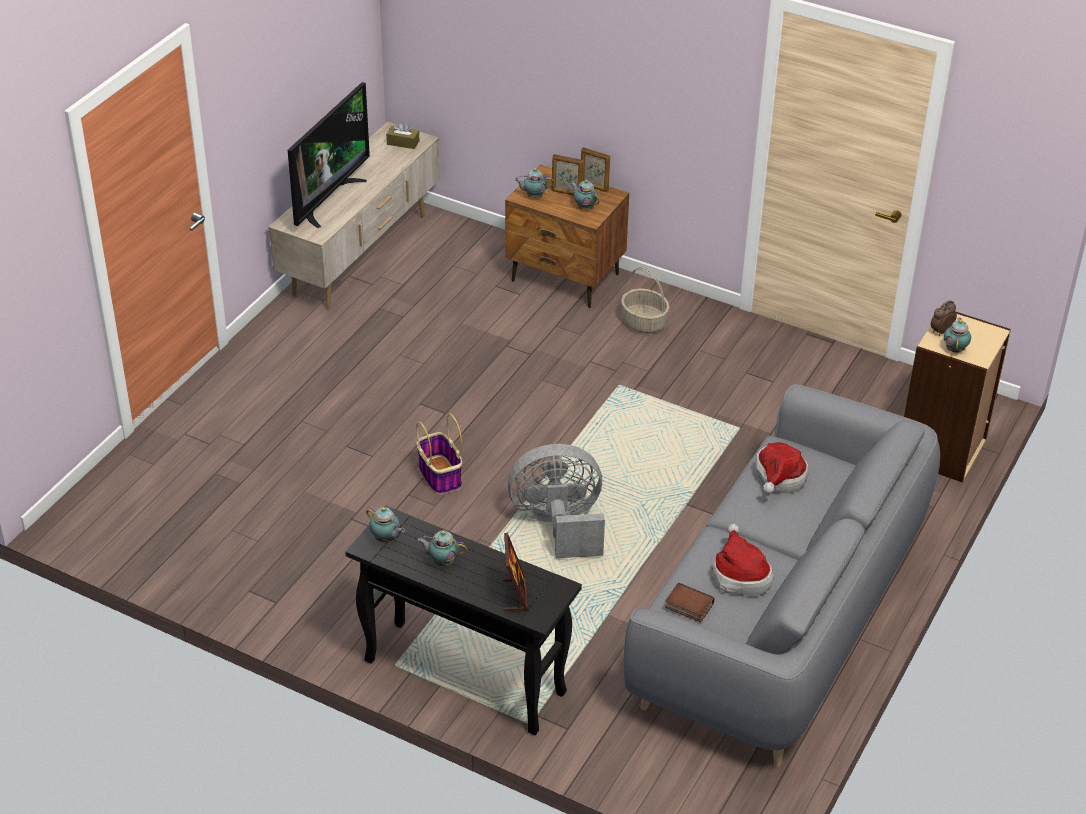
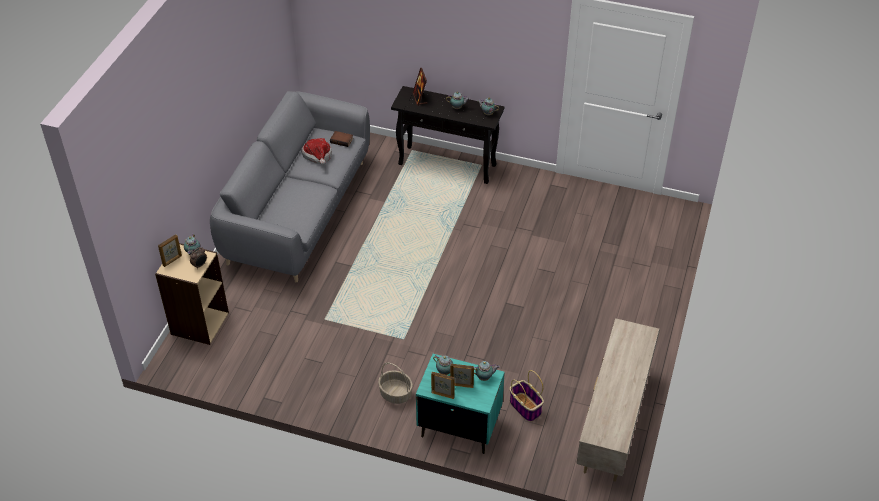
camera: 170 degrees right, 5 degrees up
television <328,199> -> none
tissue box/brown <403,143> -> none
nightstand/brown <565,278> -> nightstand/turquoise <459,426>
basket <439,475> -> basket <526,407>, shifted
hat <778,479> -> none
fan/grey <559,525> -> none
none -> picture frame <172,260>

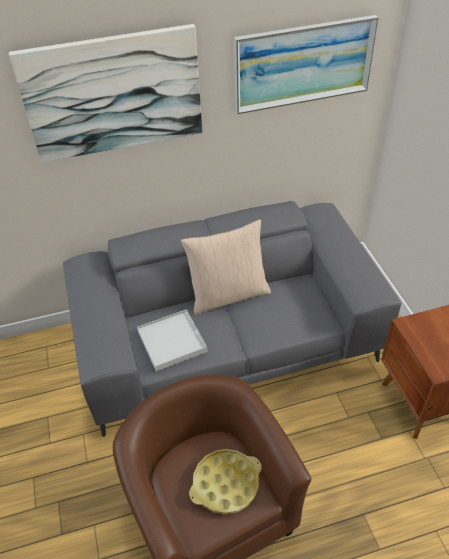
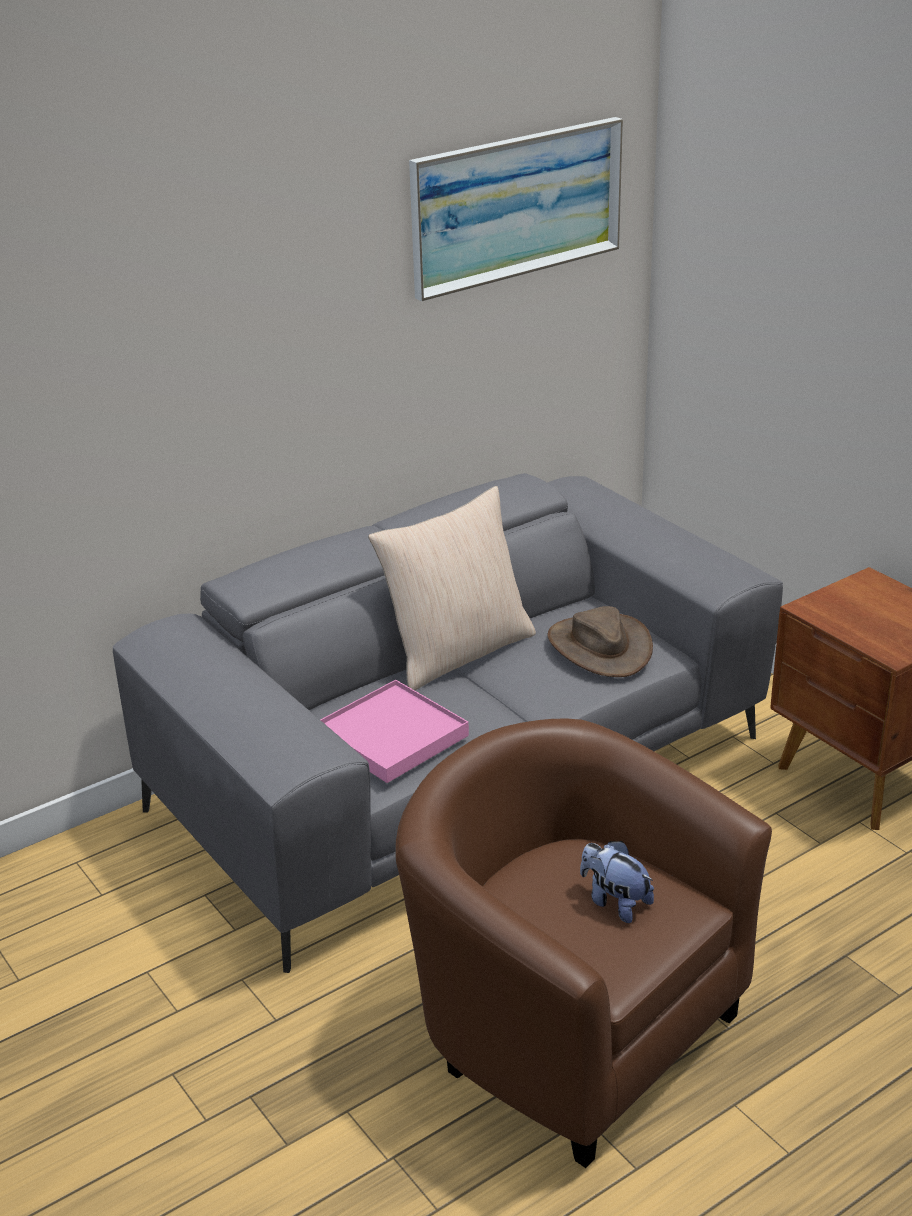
camera: 20 degrees left, 15 degrees down
picture <113,94> -> none
tray/white <172,342> -> tray/pink <391,736>
tray/yellow <226,484> -> plush toy <615,902>
none -> hat/brown <599,647>

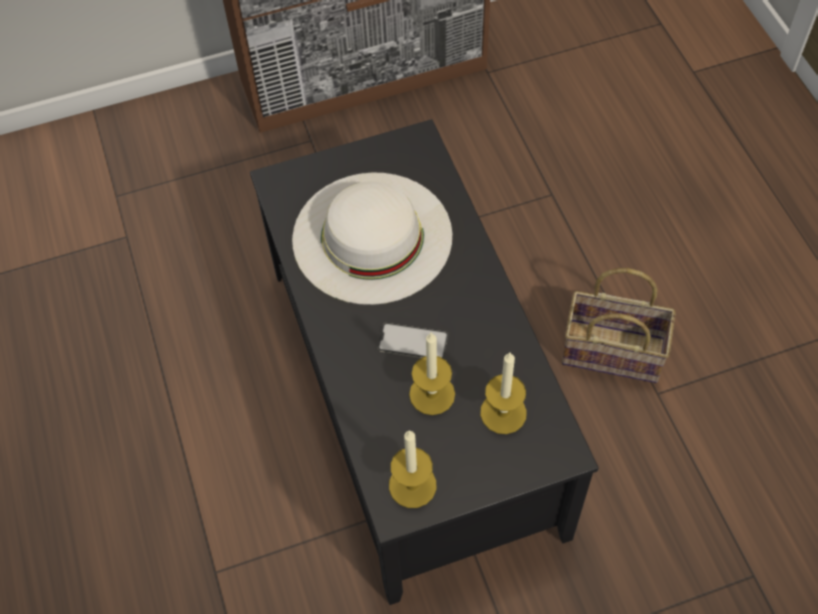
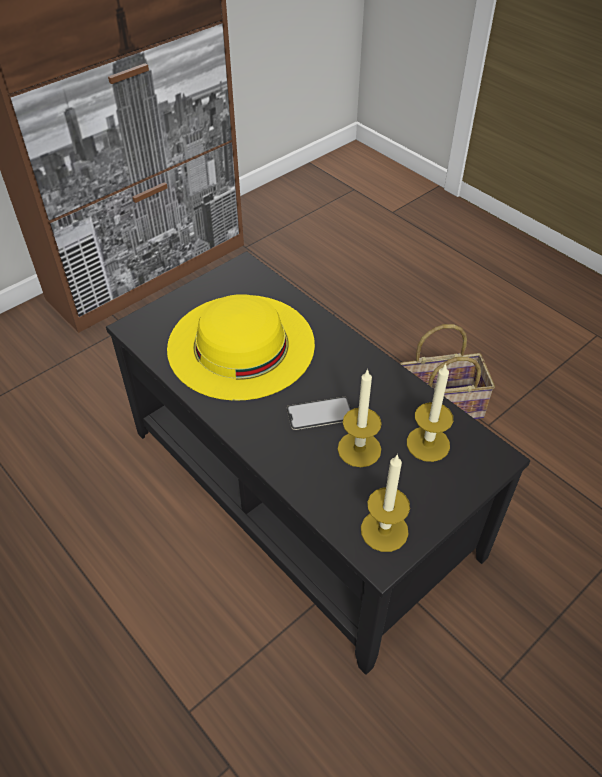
camera: 25 degrees left, 10 degrees down
hat/white <372,236> -> hat/yellow <241,345>

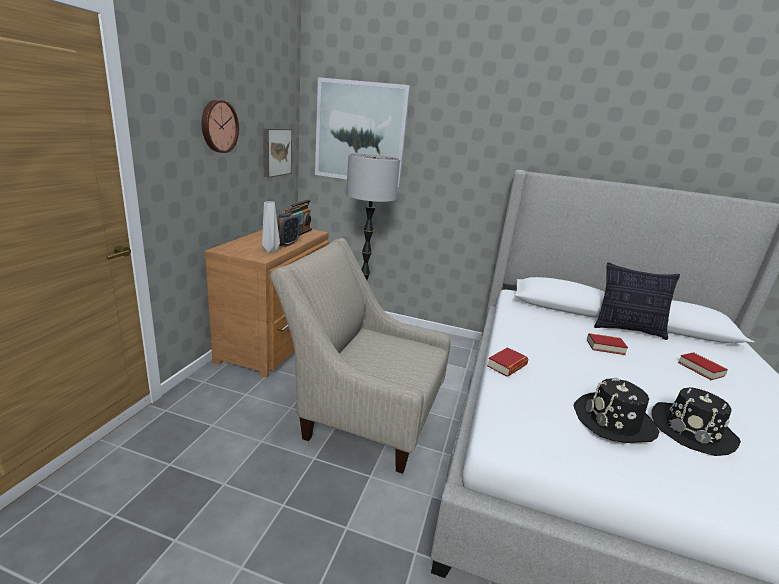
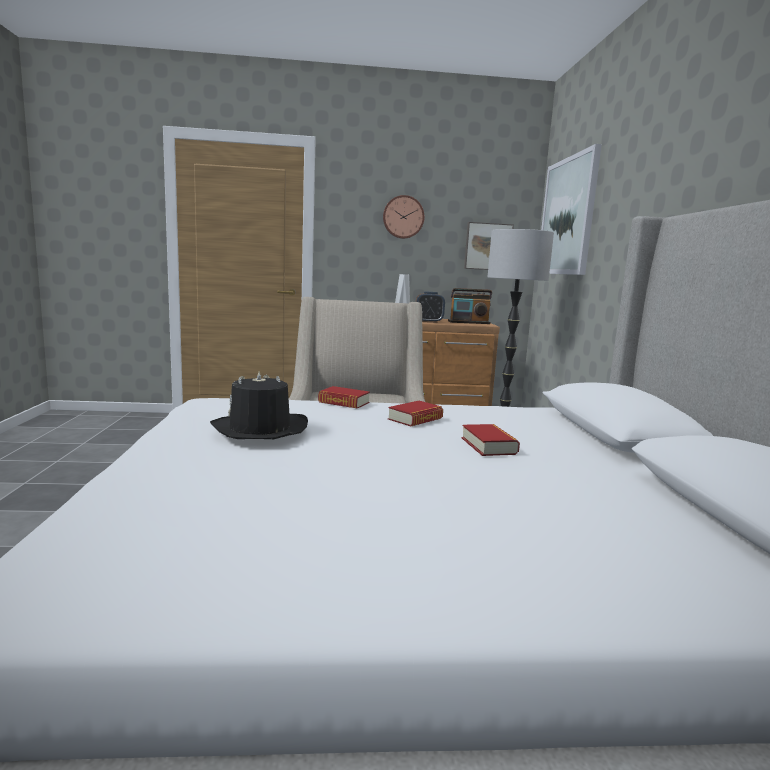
camera: 70 degrees right, 10 degrees down
pillow <627,329> -> none
book <700,369> -> book <415,419>, shifted
hat/black <692,430> -> none

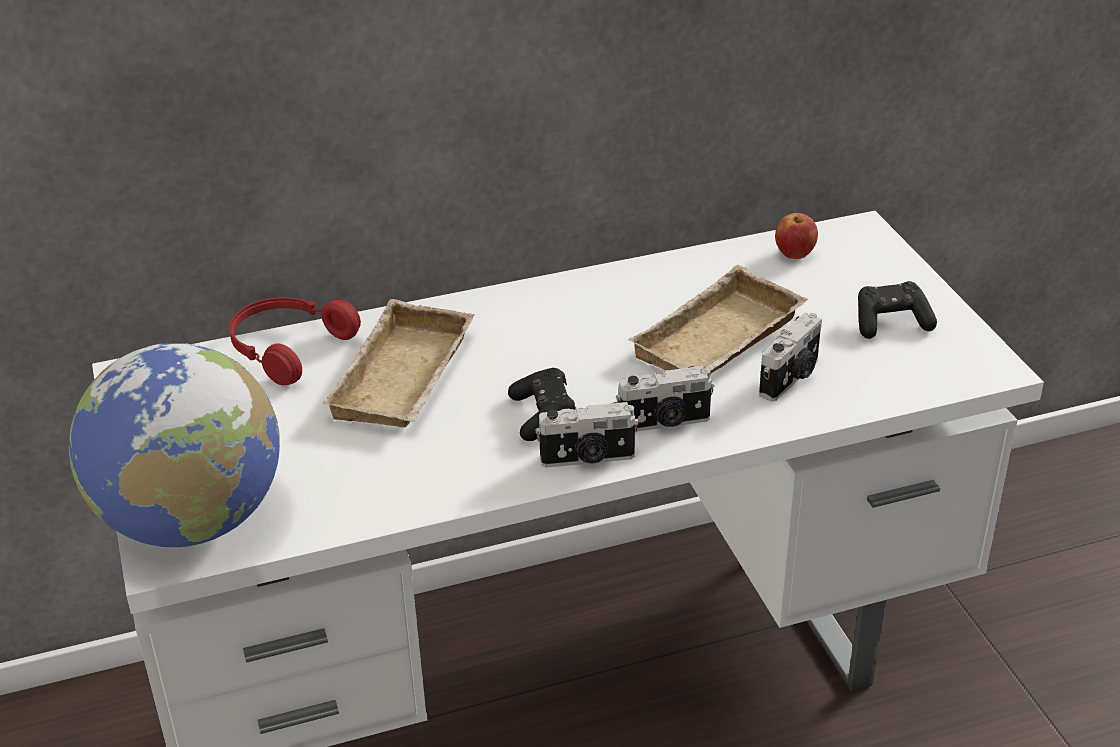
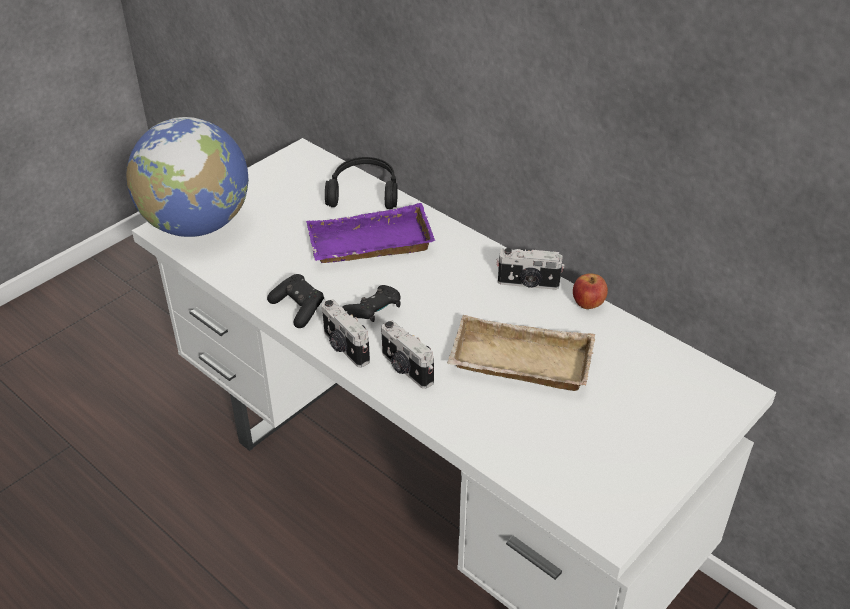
camera: 60 degrees right, 5 degrees up
apple <795,254> -> apple <588,304>, shifted
game controller/black <891,323> -> game controller/black <298,308>, shifted
headphones/red <287,348> -> headphones/black <364,192>
tray/beige <407,379> -> tray/purple <369,246>
photo camera <791,378> -> photo camera <528,284>, shifted

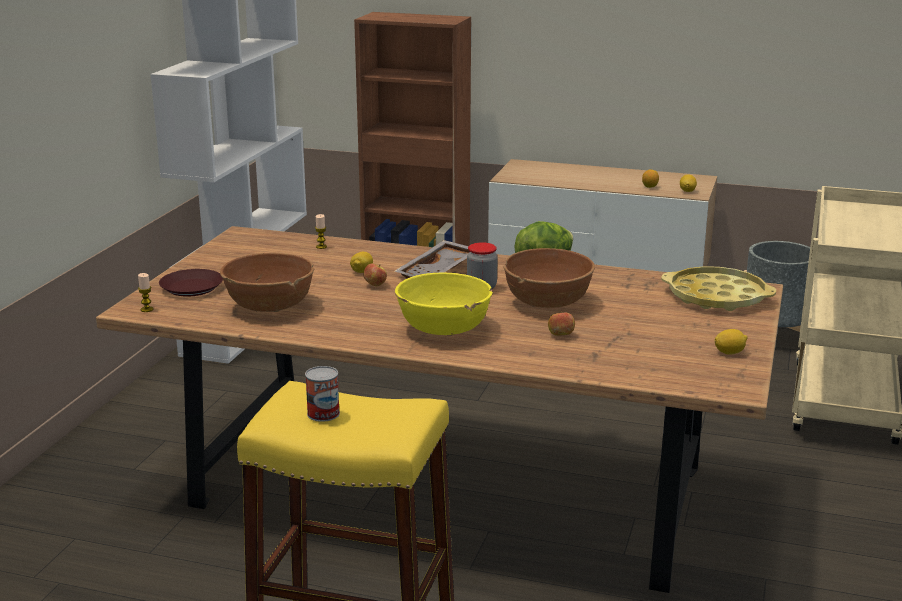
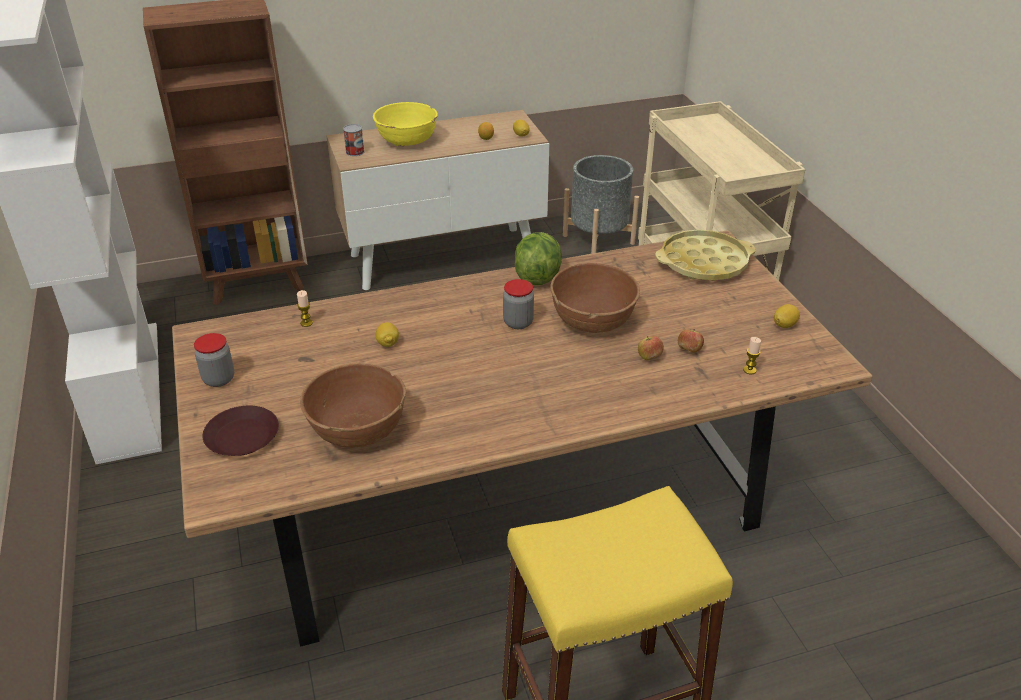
camera: 35 degrees left, 15 degrees up
tray/grey <438,272> -> none
apple <375,285> -> apple <689,350>, shifted
candle <147,309> -> candle <749,370>, shifted
bowl/yellow <444,329> -> bowl/yellow <407,141>, shifted
can <323,413> -> can <355,152>, shifted
none -> jar <219,379>

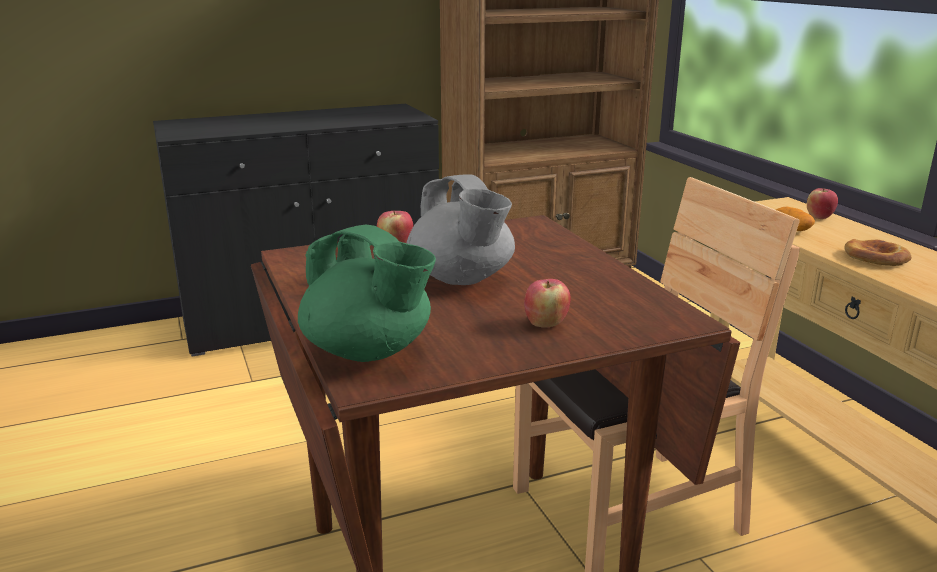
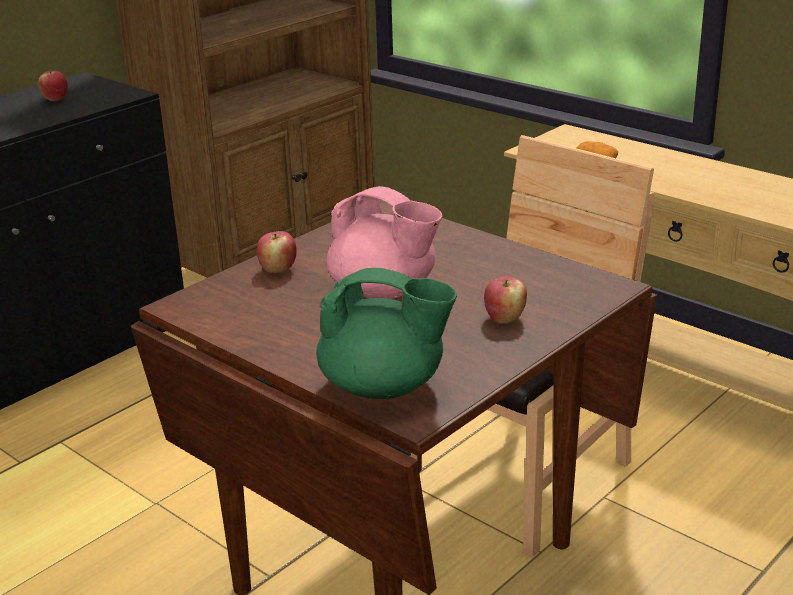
camera: 25 degrees left, 5 degrees up
teapot/grey <462,279> -> teapot/pink <384,291>
apple <819,217> -> apple <55,99>, shifted
bread <876,257> -> none

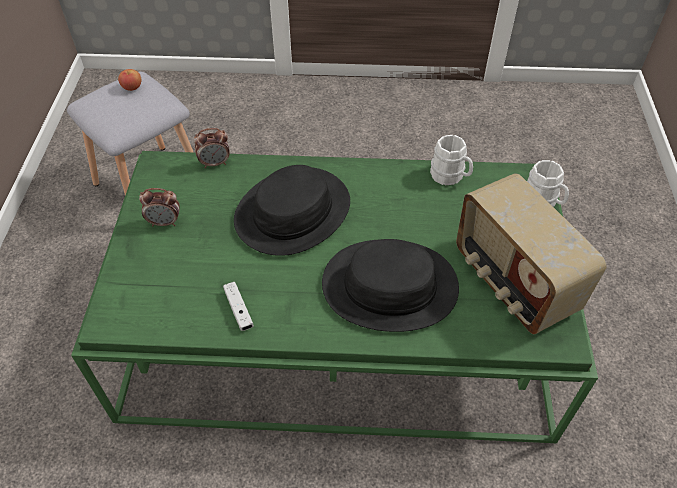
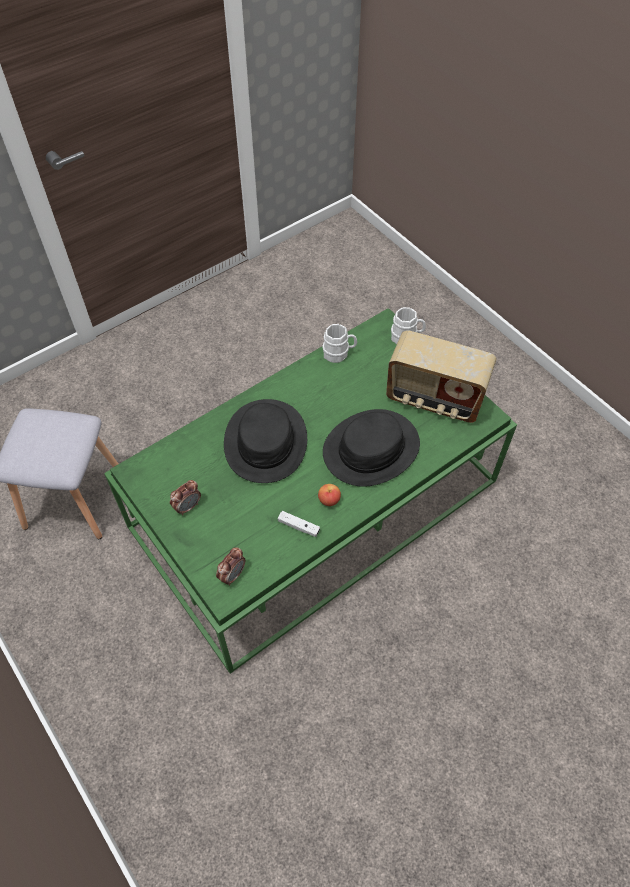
camera: 40 degrees left, 5 degrees up
apple <132,87> -> apple <329,500>, shifted
alarm clock <215,163> -> alarm clock <232,575>, shifted

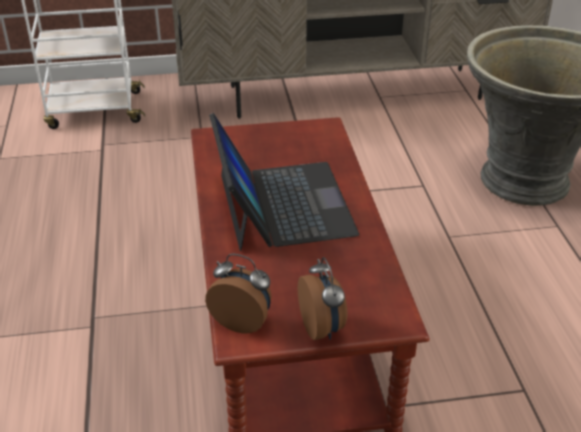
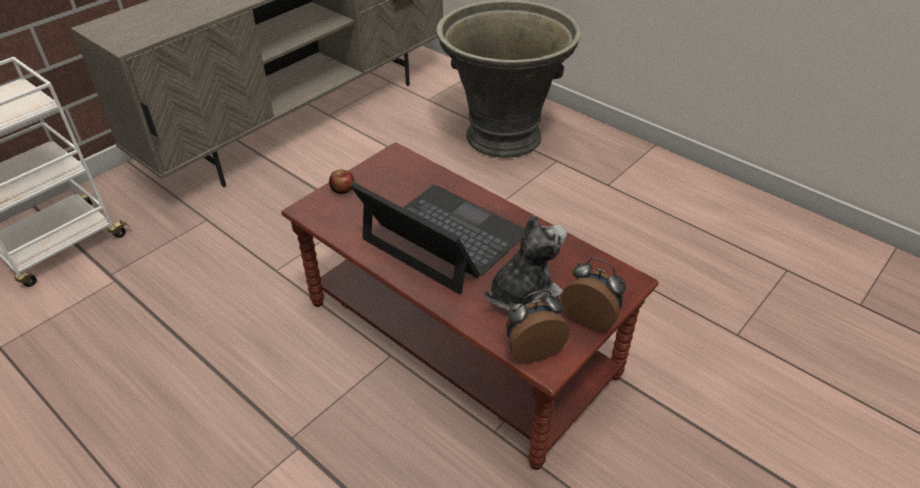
camera: 40 degrees left, 5 degrees up
none -> apple <342,189>
none -> plush toy <523,295>

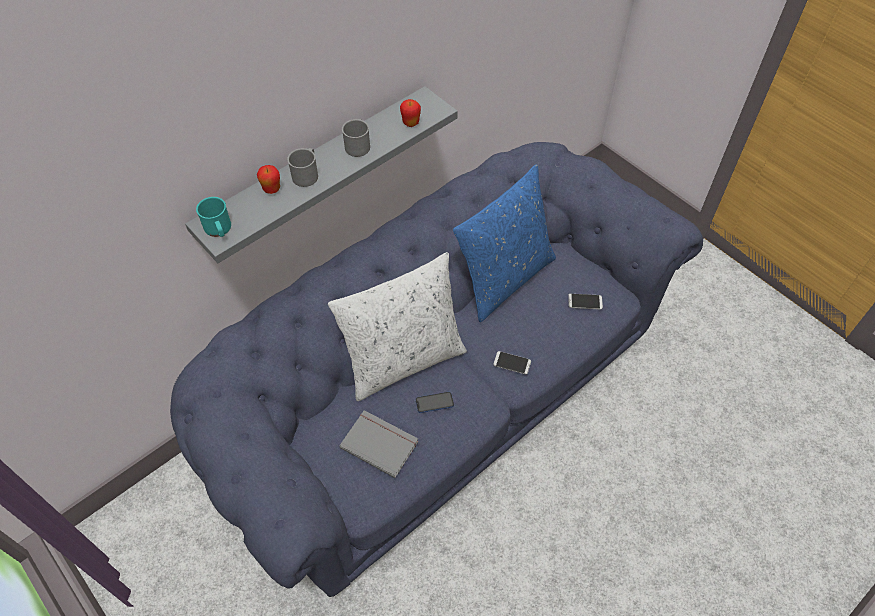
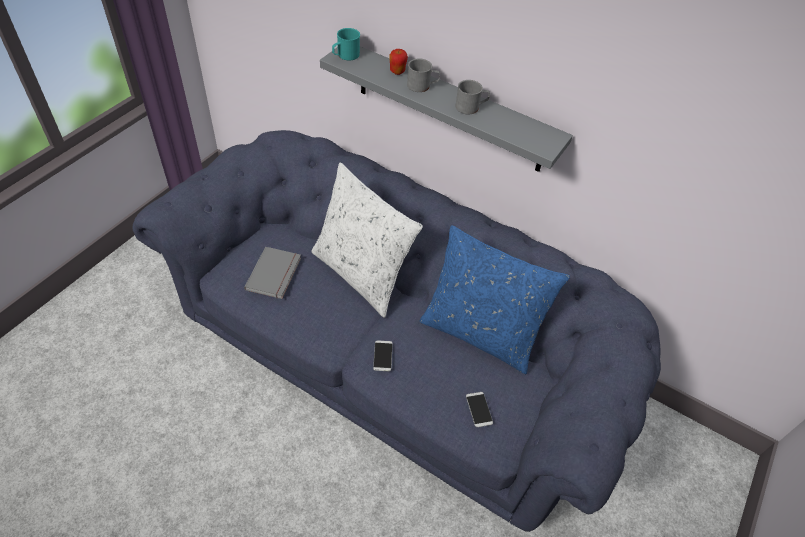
camera: 70 degrees right, 5 degrees down
apple <410,123> -> none
phone <434,403> -> none

